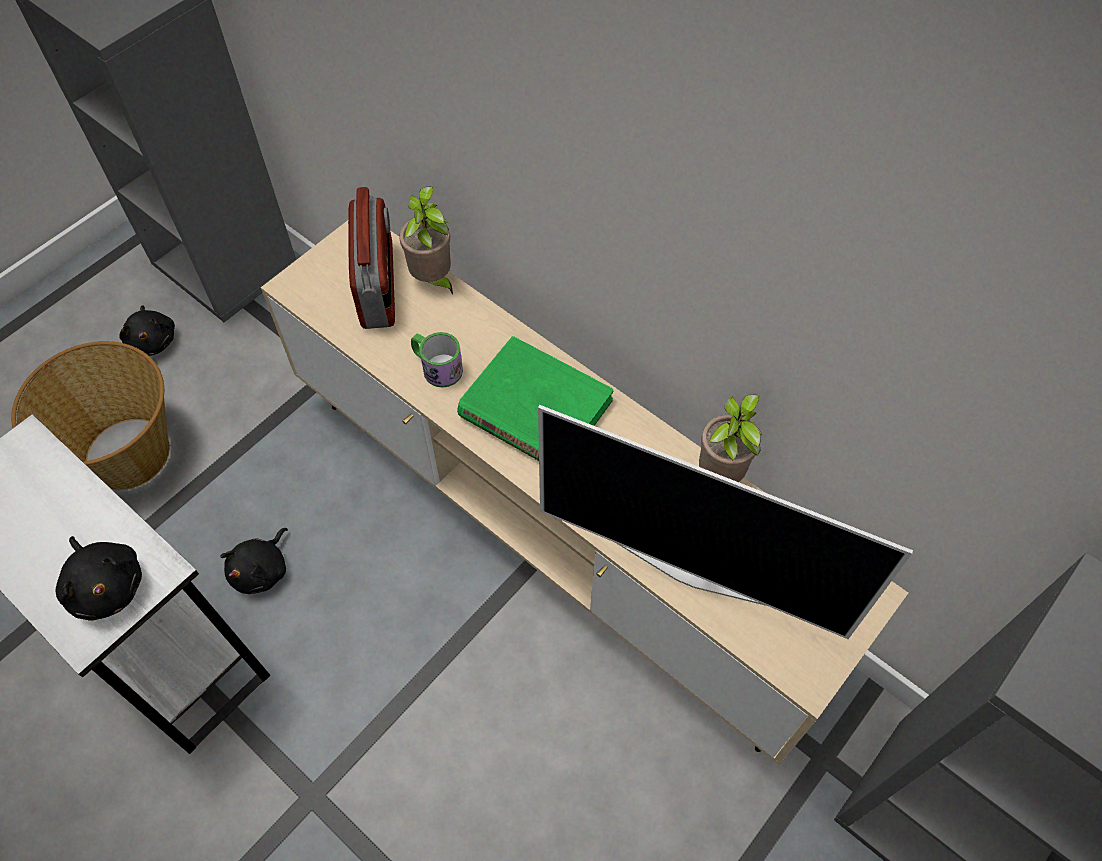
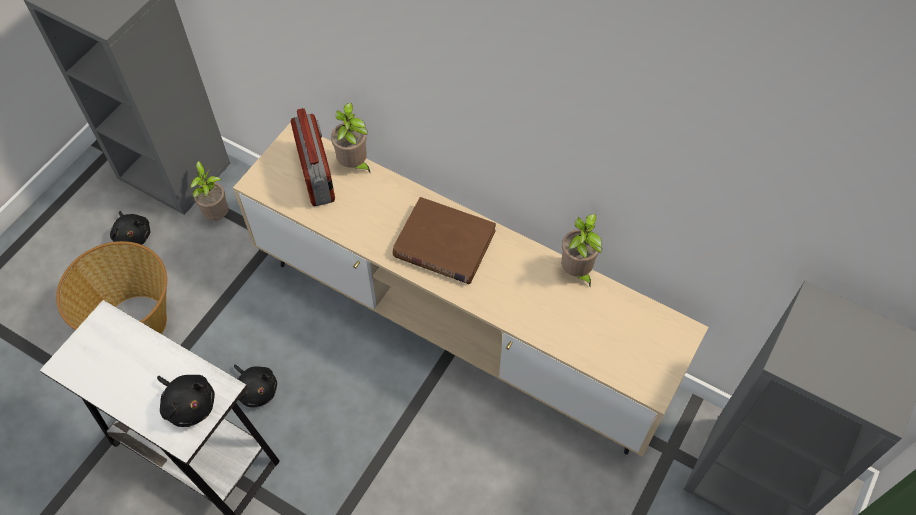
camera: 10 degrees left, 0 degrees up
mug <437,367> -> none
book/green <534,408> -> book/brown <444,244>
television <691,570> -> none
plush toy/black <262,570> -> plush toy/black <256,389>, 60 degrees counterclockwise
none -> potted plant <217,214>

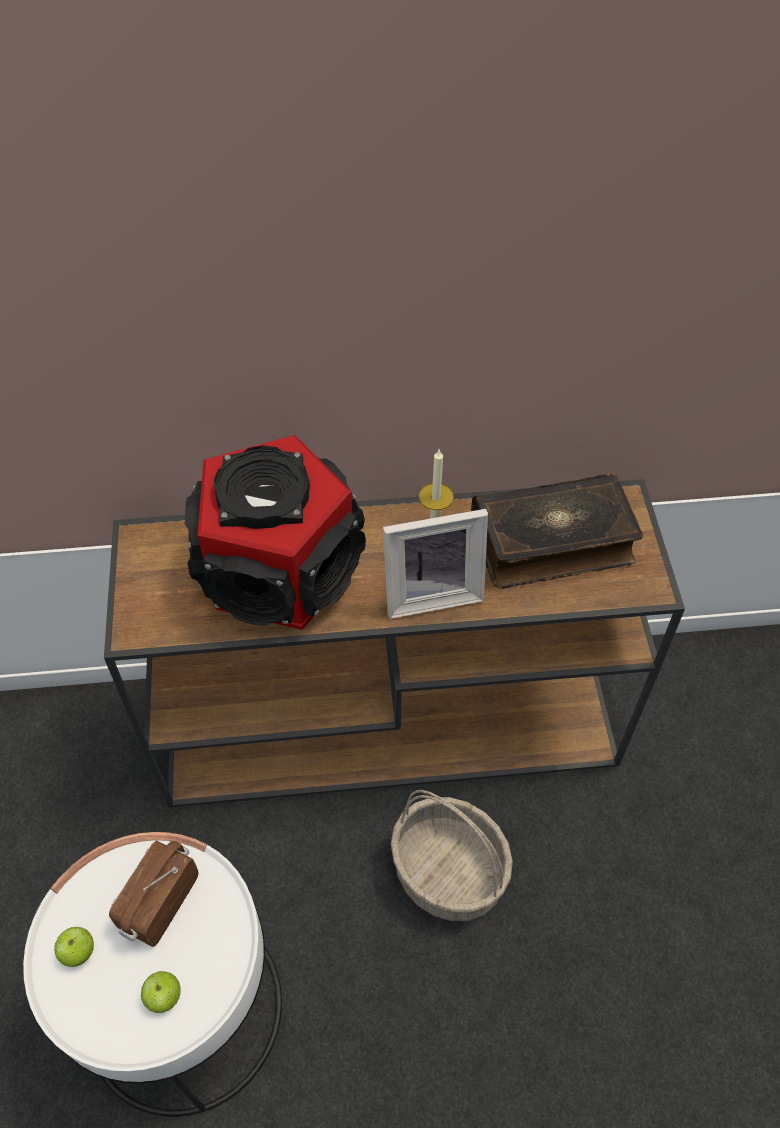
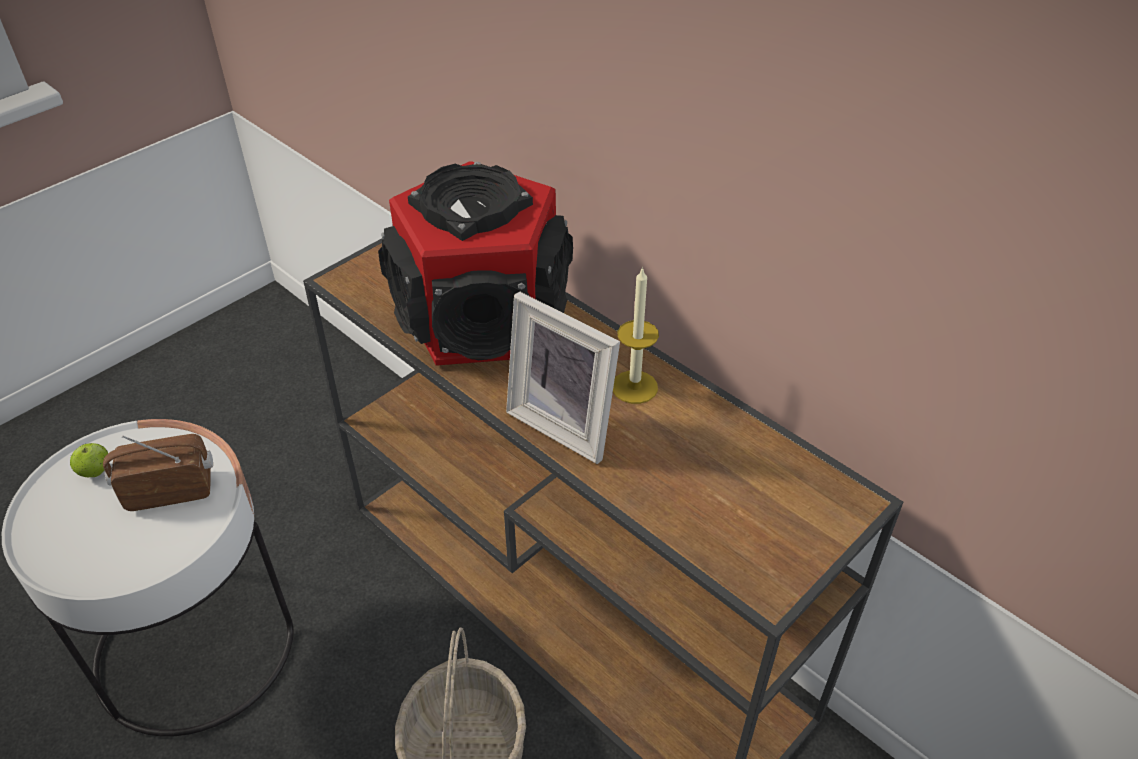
camera: 50 degrees right, 10 degrees down
book <552,542> -> none
apple <164,996> -> none

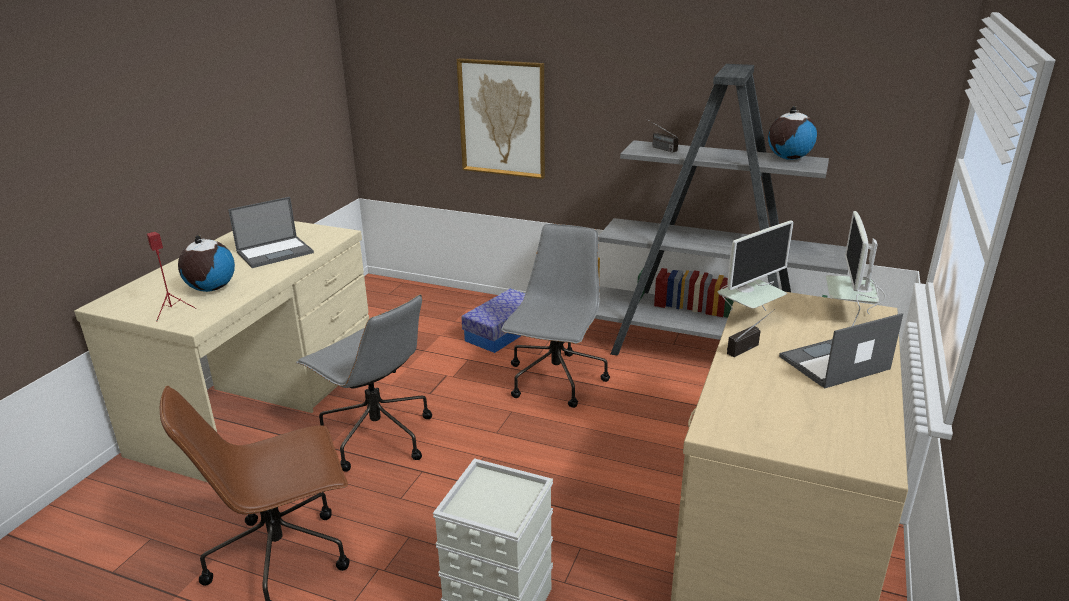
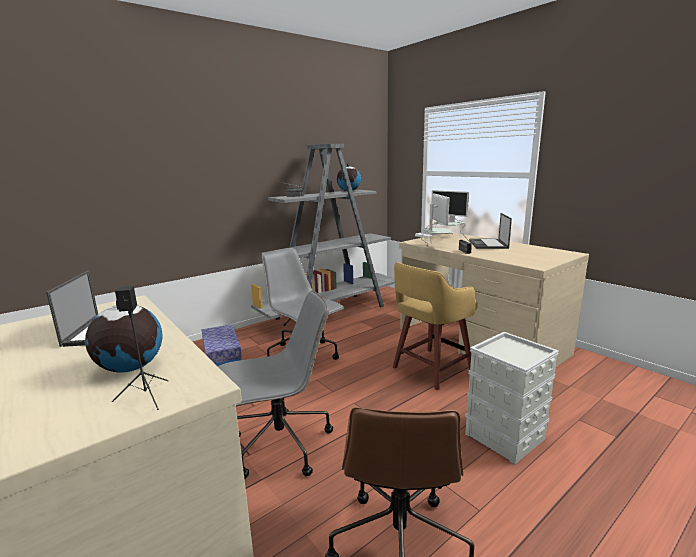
camera: 60 degrees left, 10 degrees down
picture <502,118> -> none
speaker/red <172,311> -> speaker/black <146,396>
none -> stool/yellow <430,369>

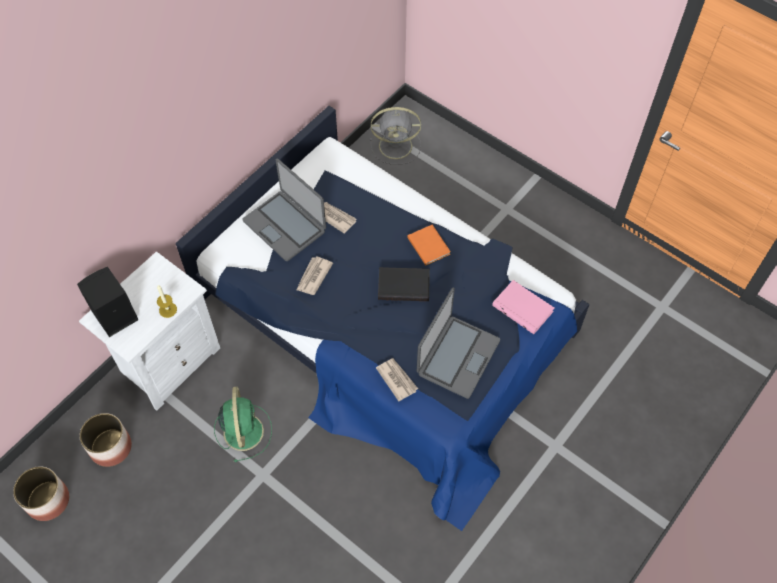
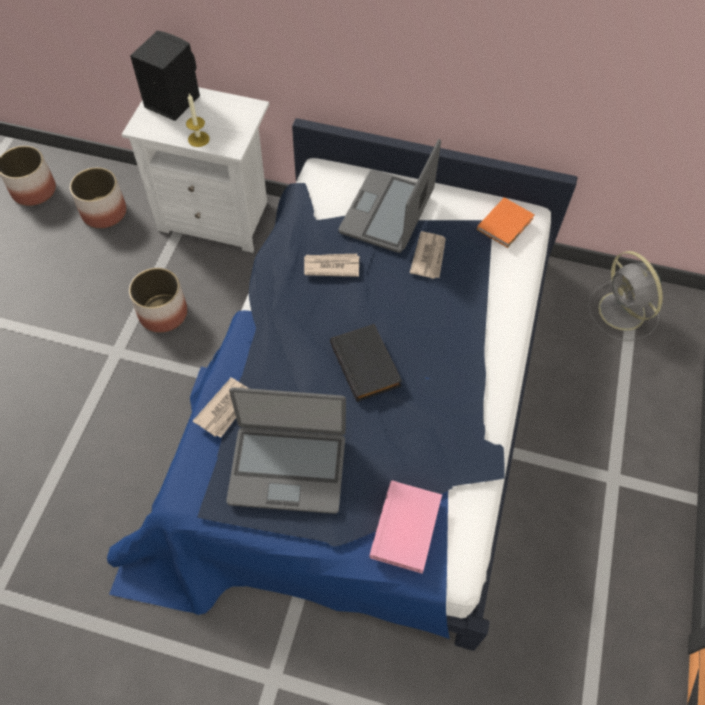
camera: 65 degrees right, 0 degrees up
book/orange <428,245> -> book/orange <506,223>, shifted
fan/green <243,430> -> planter <163,313>

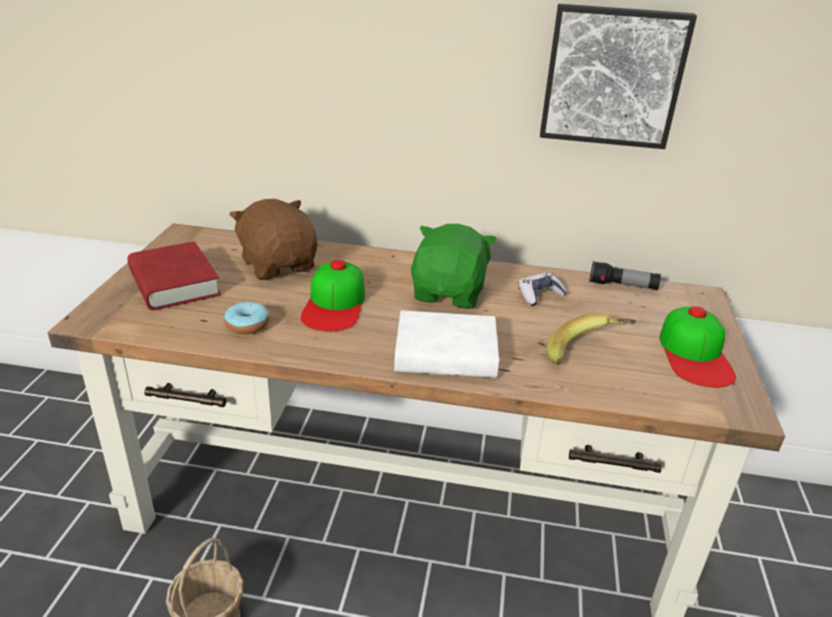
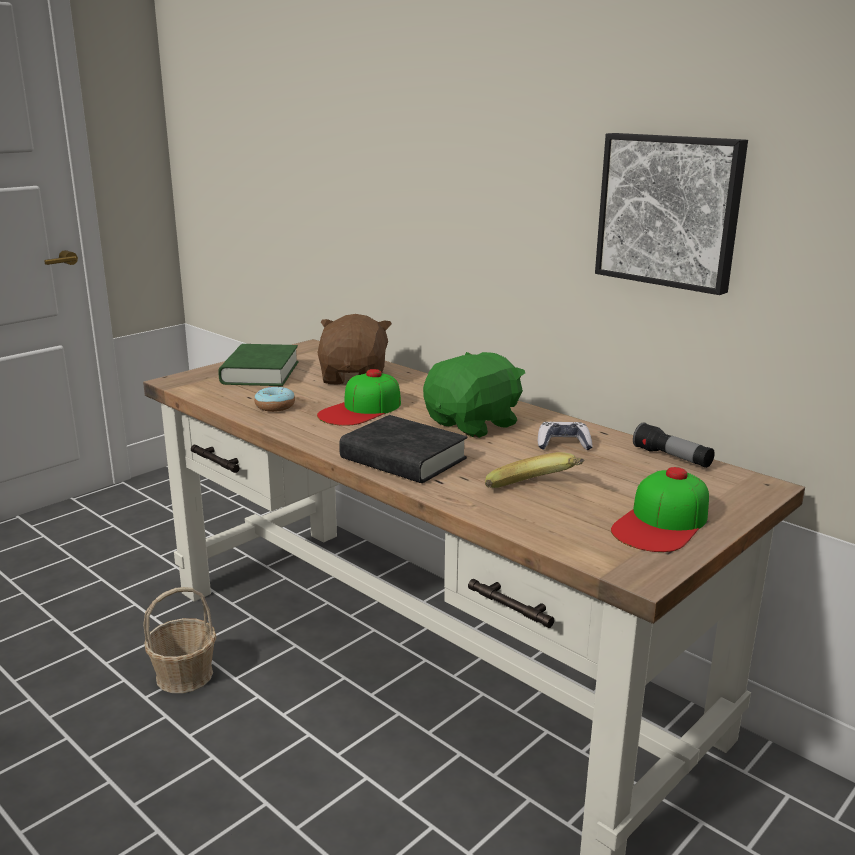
camera: 35 degrees right, 10 degrees down
book/red <174,283> -> book/green <260,373>
book/white <445,353> -> book/black <403,459>

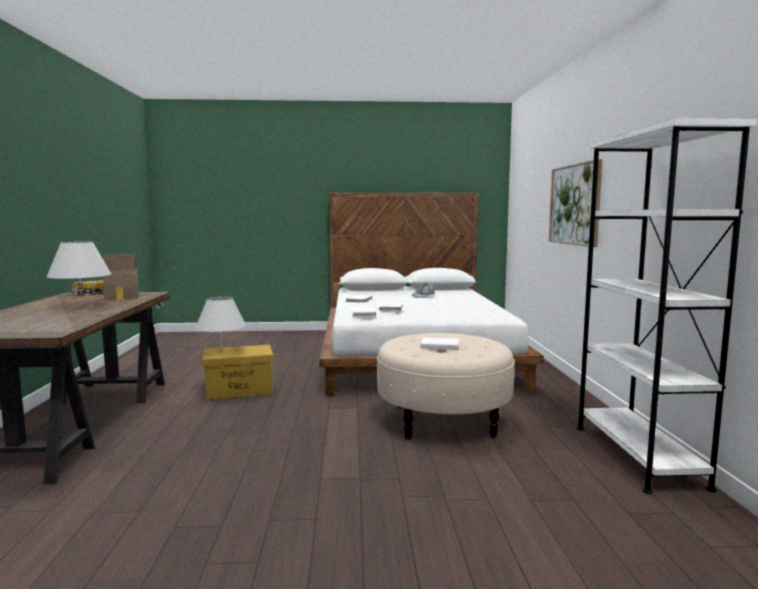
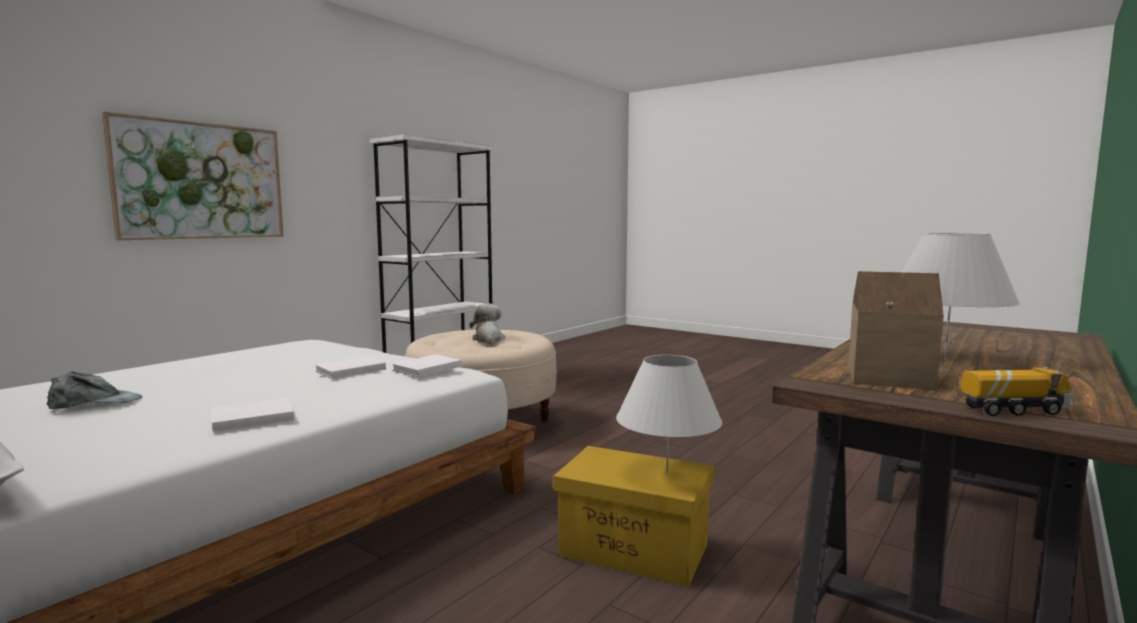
camera: 140 degrees left, 0 degrees up
book/white <439,345> -> plush toy <488,340>

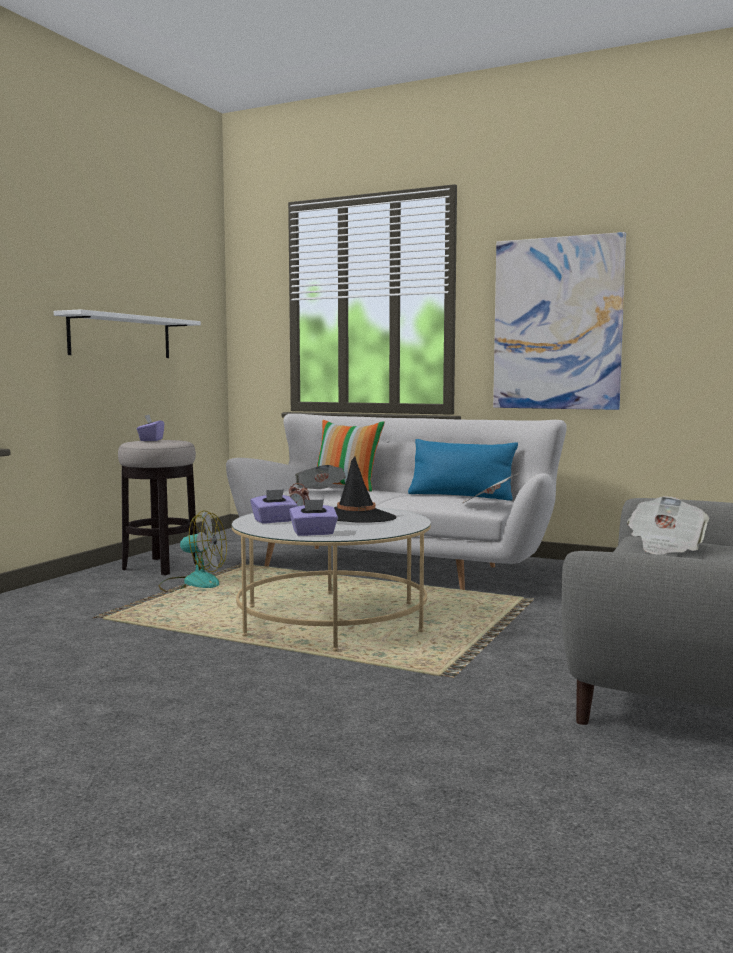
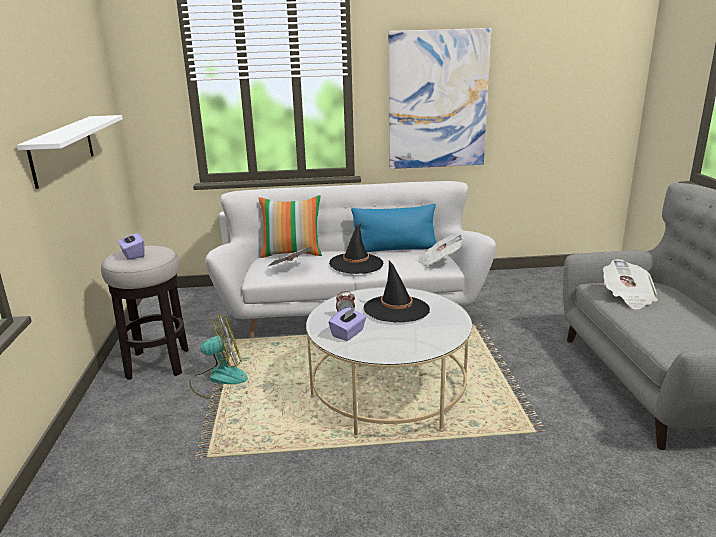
camera: 30 degrees left, 15 degrees up
tissue box/purple <313,533> -> none
none -> hat/black <356,264>

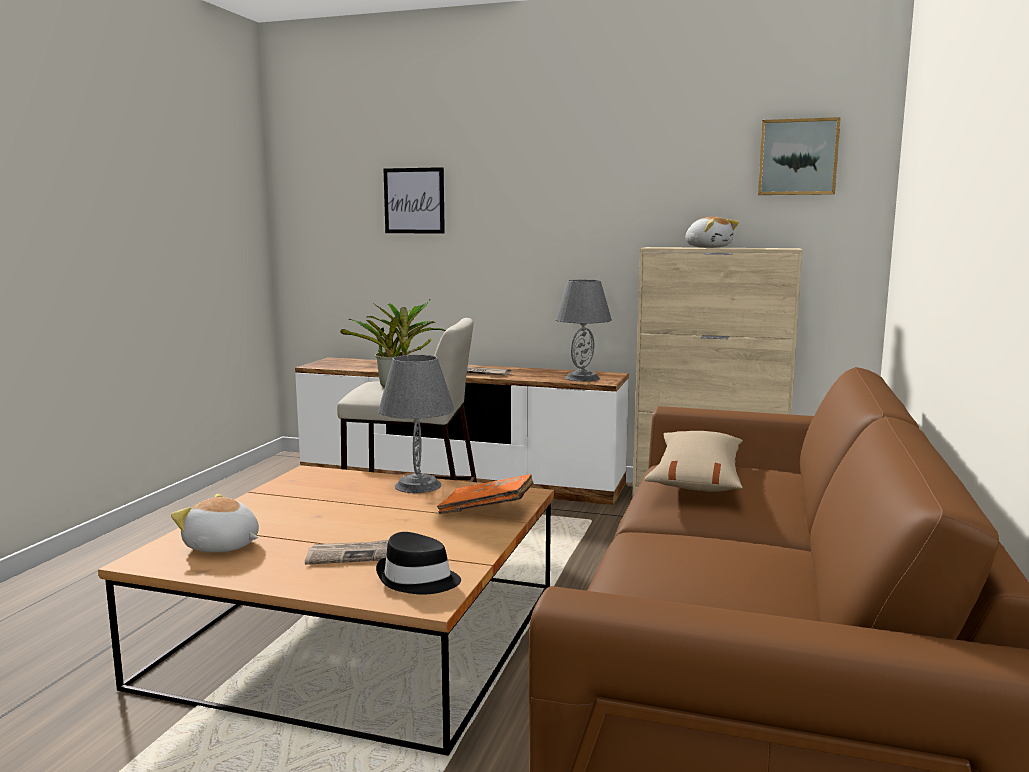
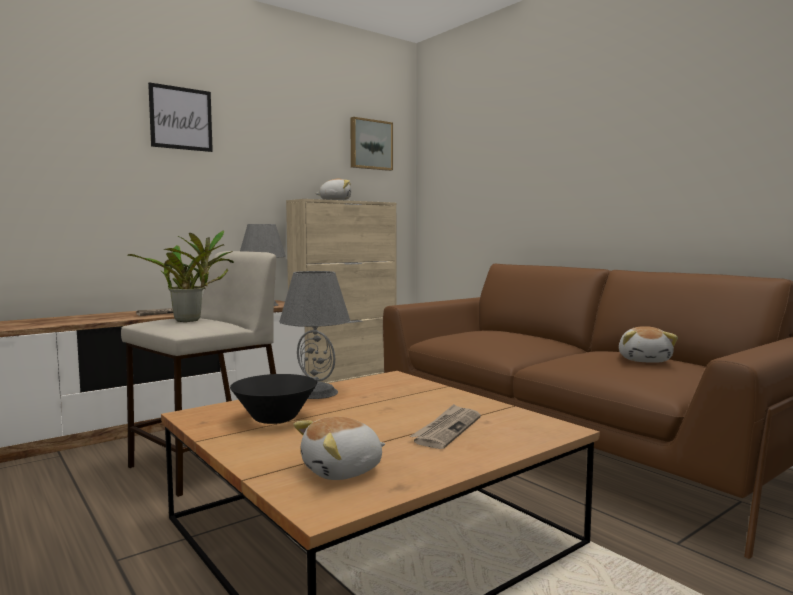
camera: 55 degrees left, 5 degrees down
picture <414,200> -> picture <181,118>, shifted
pillow/beige <697,477> -> none
book/orange <487,510> -> none
hat/black <417,580> -> none
none -> plush toy <645,360>
none -> bowl/black <275,418>

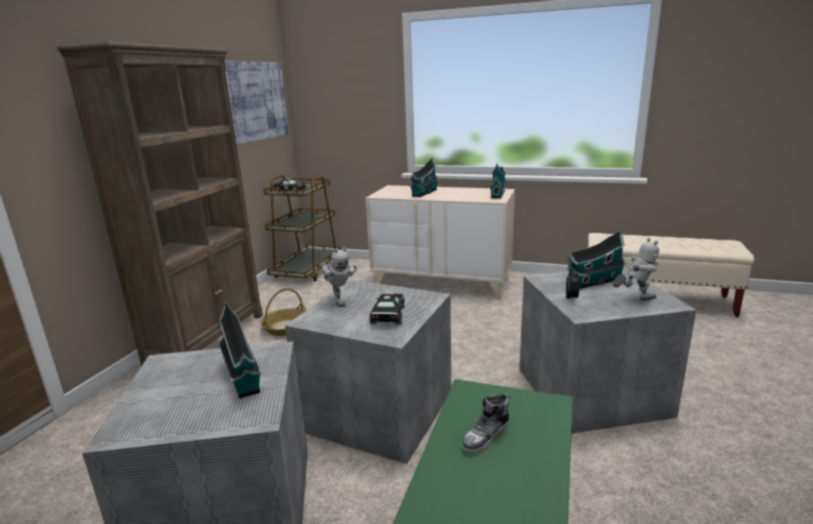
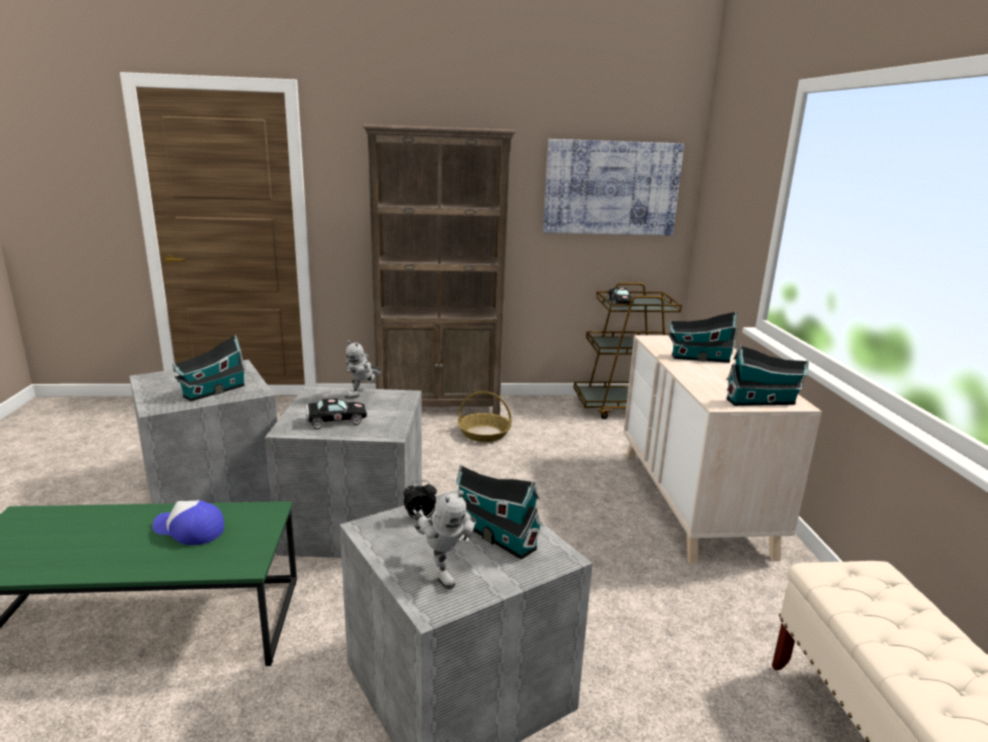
camera: 65 degrees right, 0 degrees up
shoe <486,436> -> cap <189,530>

